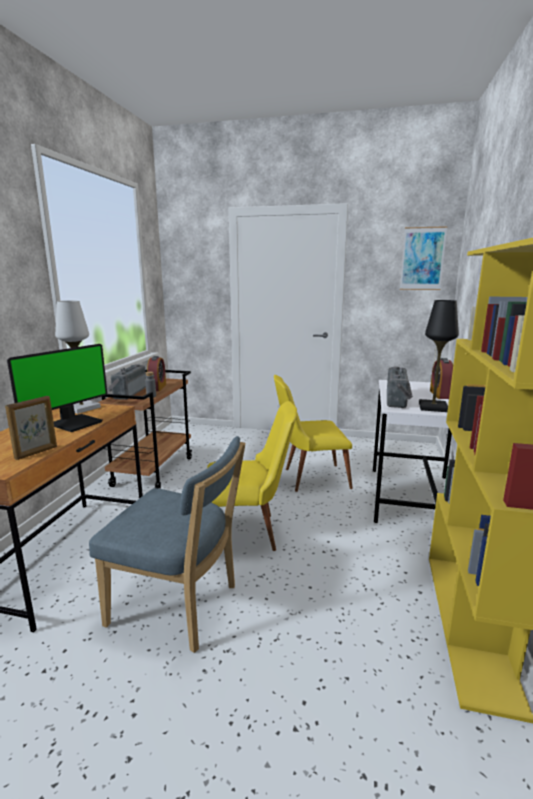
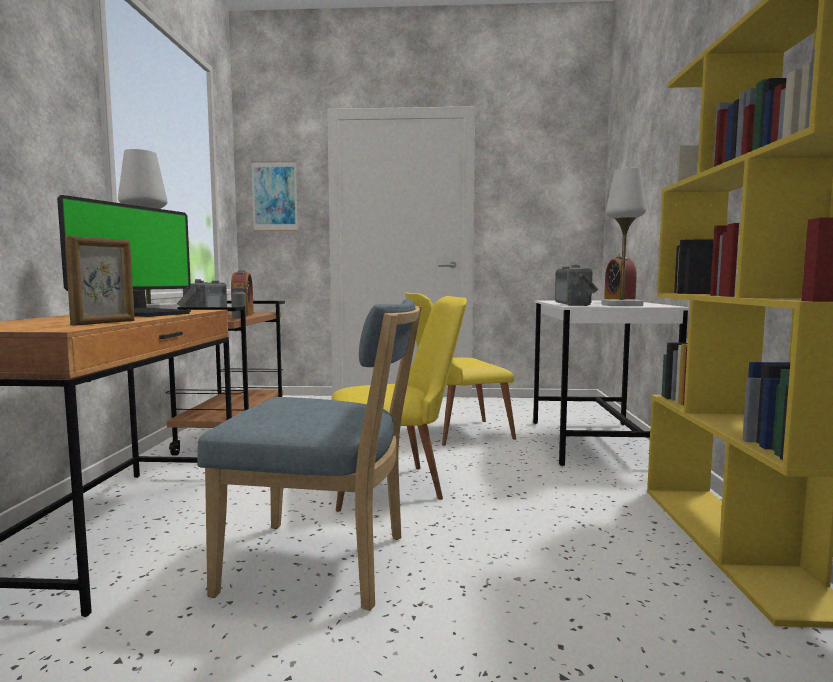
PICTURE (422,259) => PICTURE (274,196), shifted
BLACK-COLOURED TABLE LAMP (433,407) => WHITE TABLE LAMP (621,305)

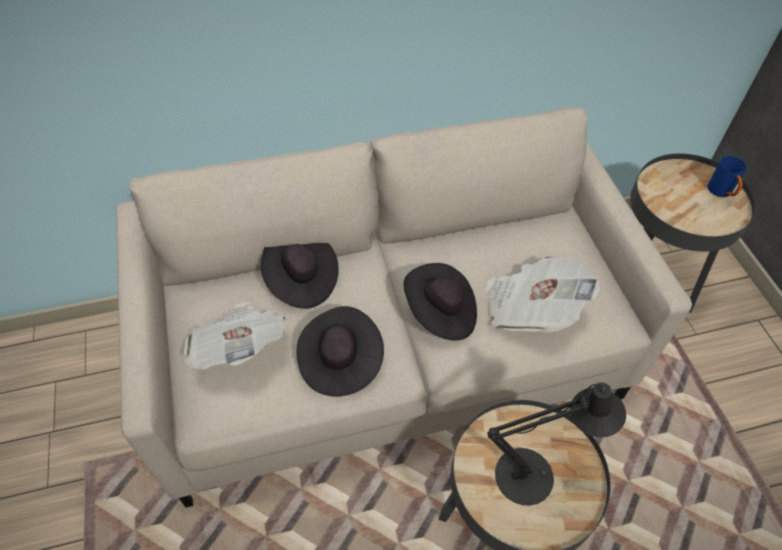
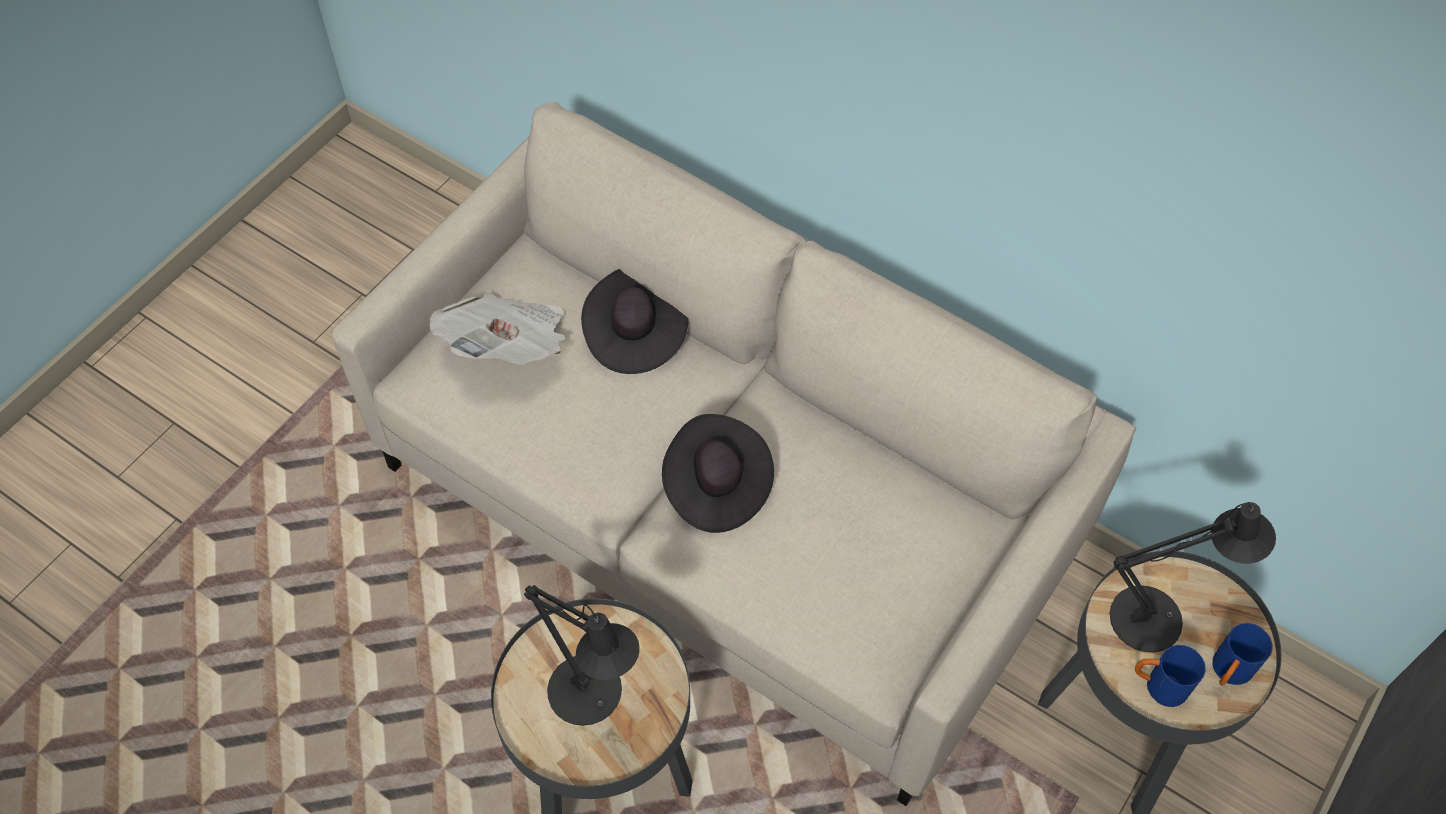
nothing => BLACK-COLOURED TABLE LAMP (1157,618)
nothing => BLUISH TEA MUG (1158,685)
BLACK-COLOURED HAT (340,362) => nothing
NEWSPAPER (531,308) => nothing

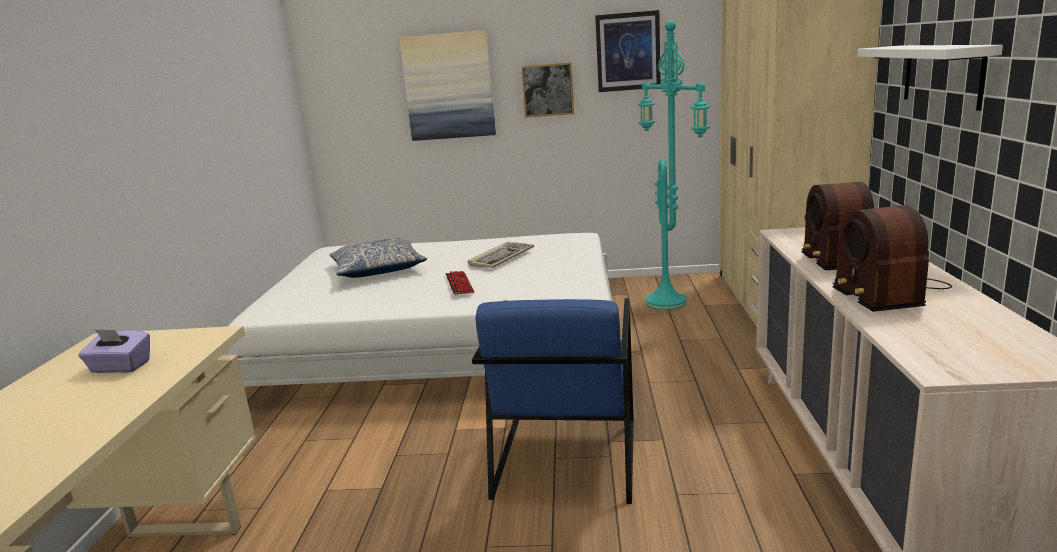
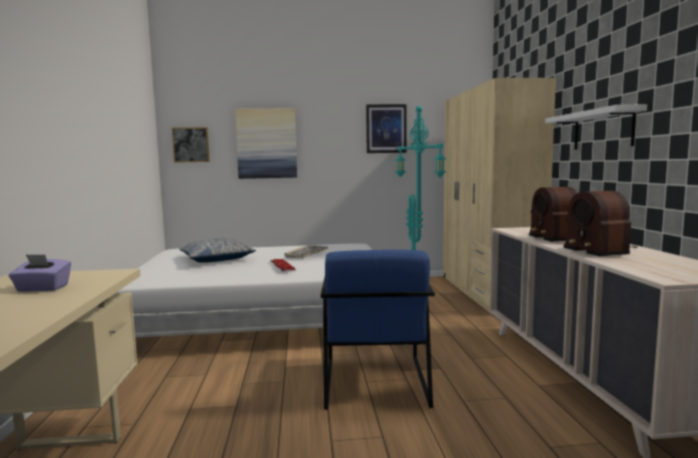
PICTURE (547,90) => PICTURE (191,145), shifted

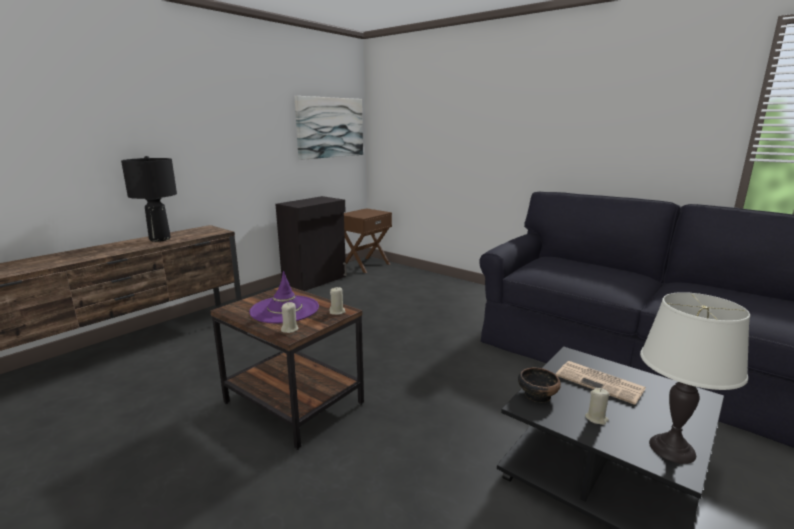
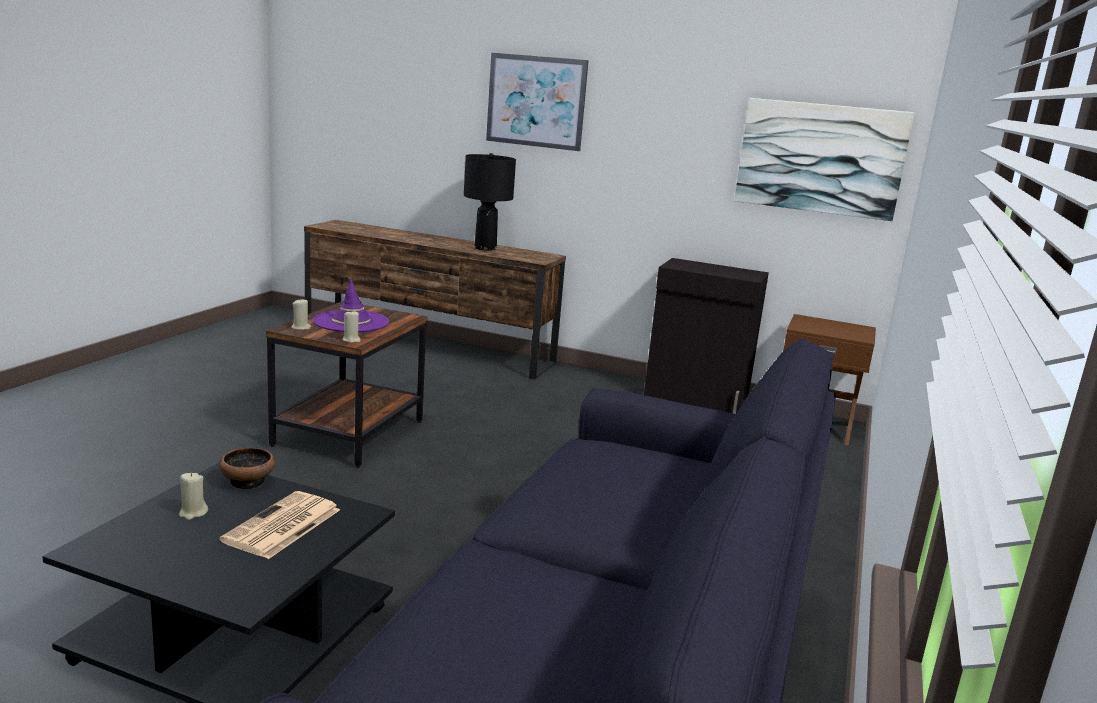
nothing => PICTURE (536,101)
WHITE TABLE LAMP (671,449) => nothing

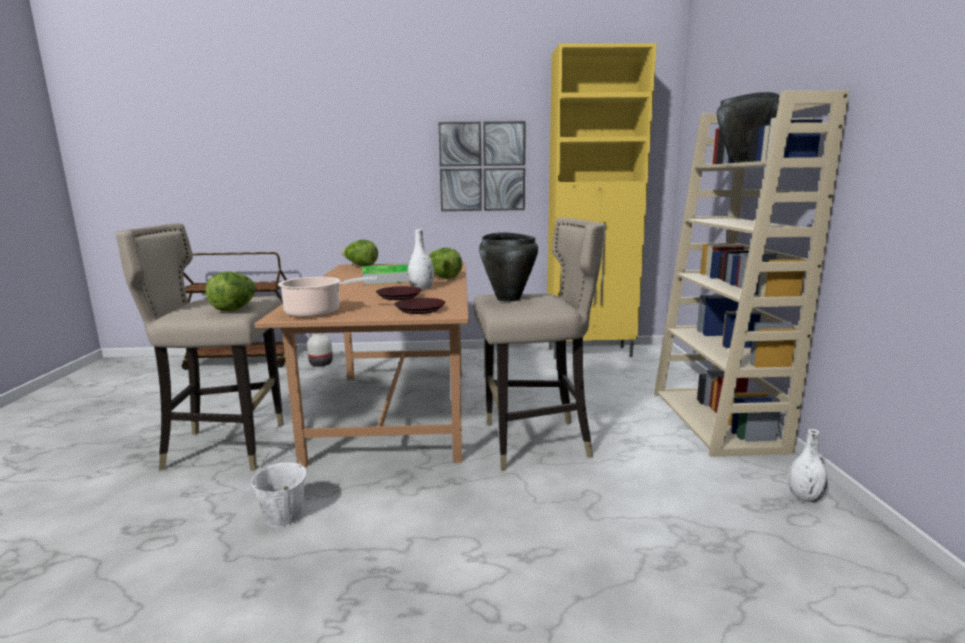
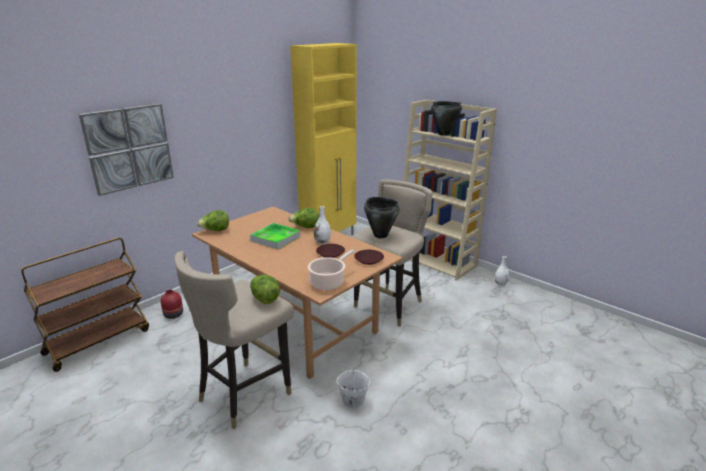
PICTURE (482,167) => PICTURE (129,148), shifted
WHITE VASE (321,363) => RED-COLOURED VASE (174,314)

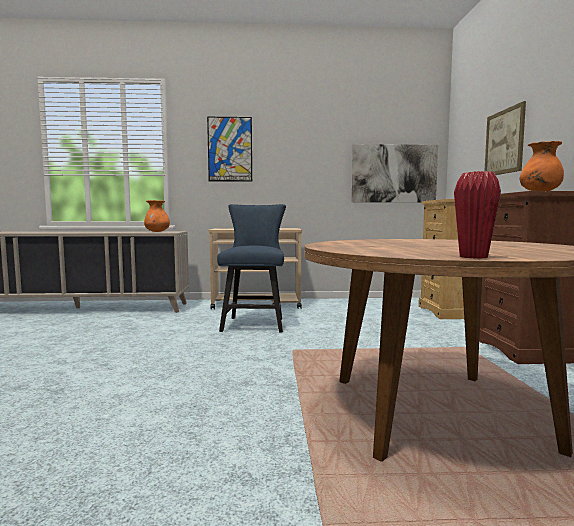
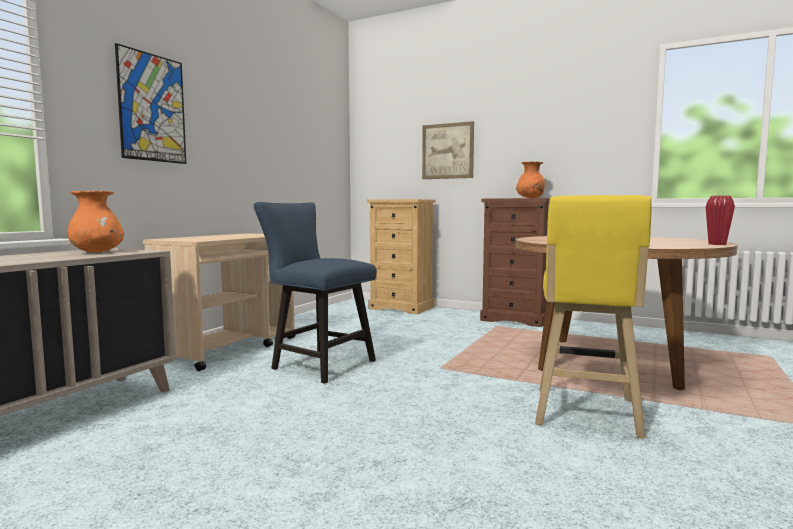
nothing => YELLOW STOOL SEAT (585,414)
PICTURE (394,173) => nothing

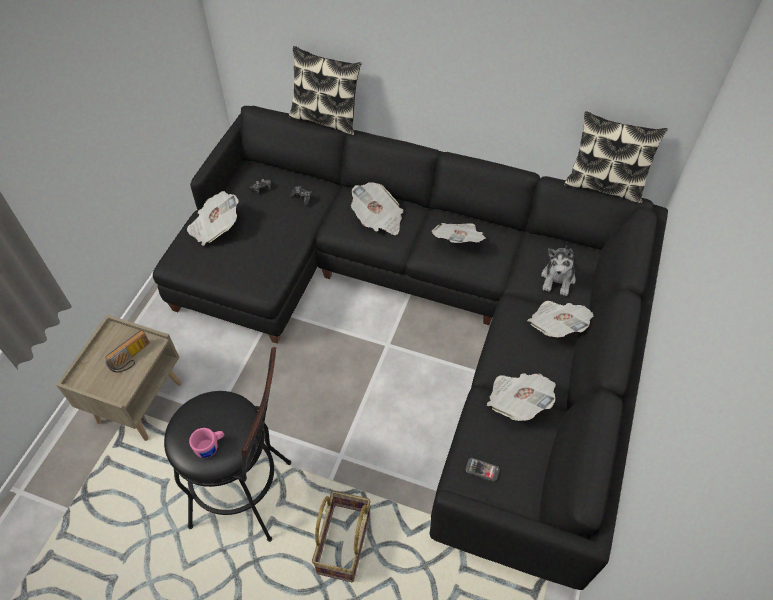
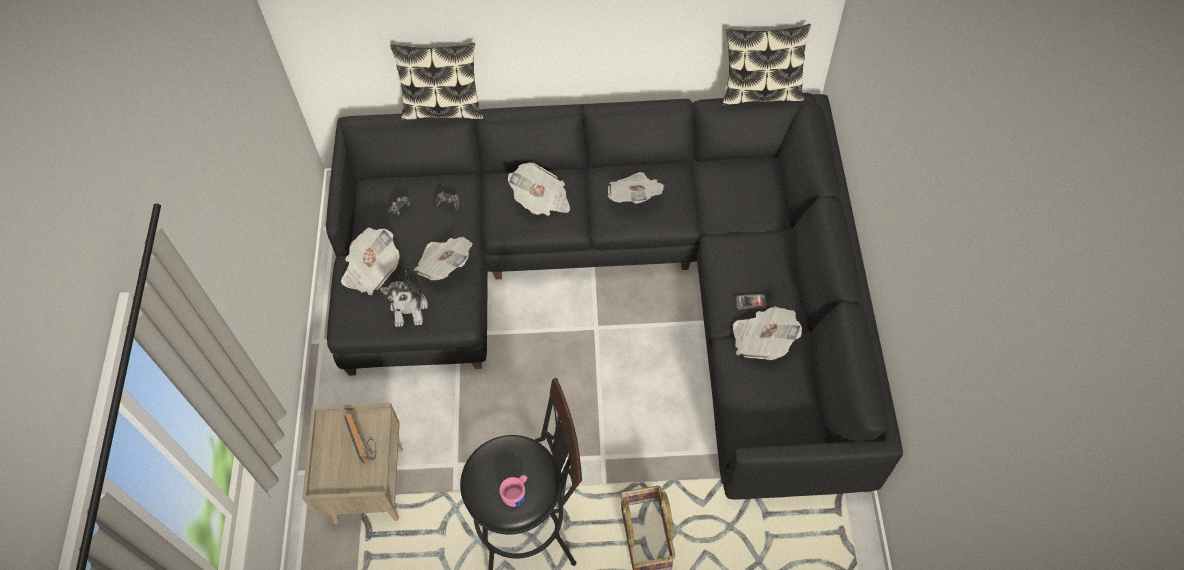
RADIO SET (131,358) => RADIO SET (364,442), 45 degrees counterclockwise
CUDDLY TOY (558,279) => CUDDLY TOY (409,308), shifted
NEWSPAPER (556,326) => NEWSPAPER (445,265), shifted
HANDSET (482,470) => HANDSET (750,302), shifted

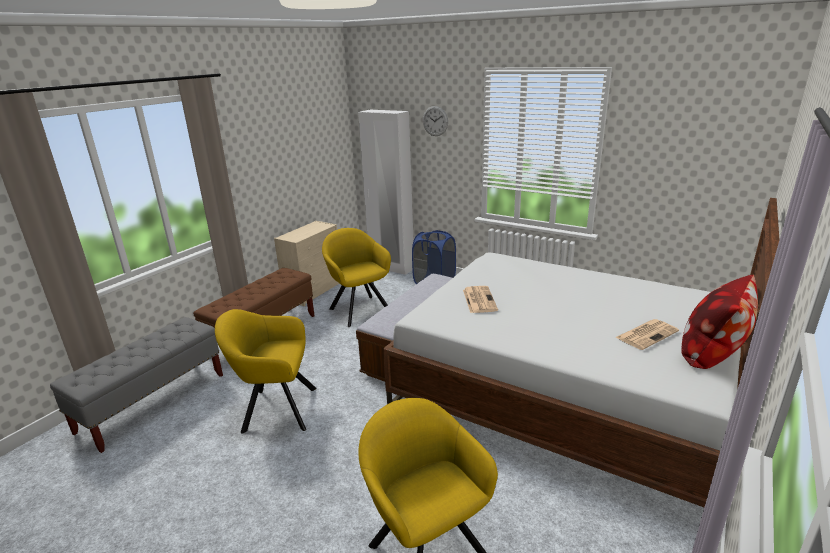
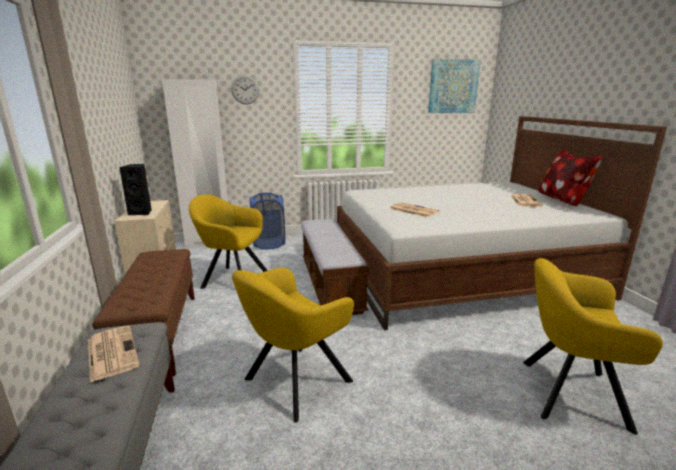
nothing => NEWSPAPER (111,352)
nothing => BLACK-COLOURED AUDIO SPEAKER (141,212)
nothing => PICTURE (453,86)

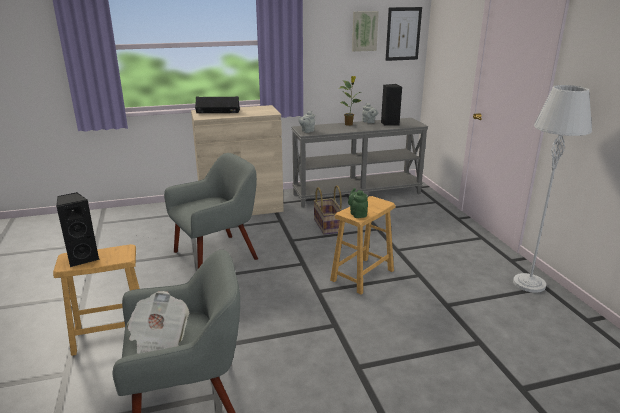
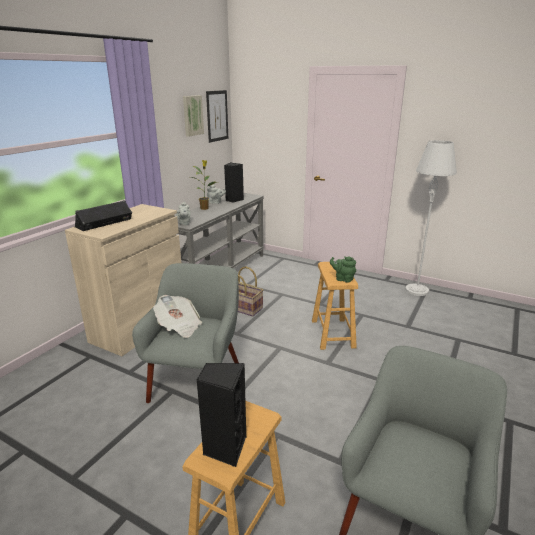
NEWSPAPER (159,339) => NEWSPAPER (179,326), shifted

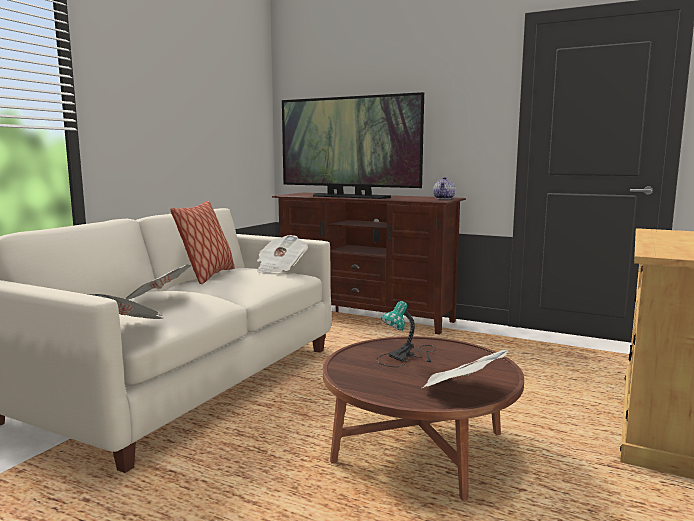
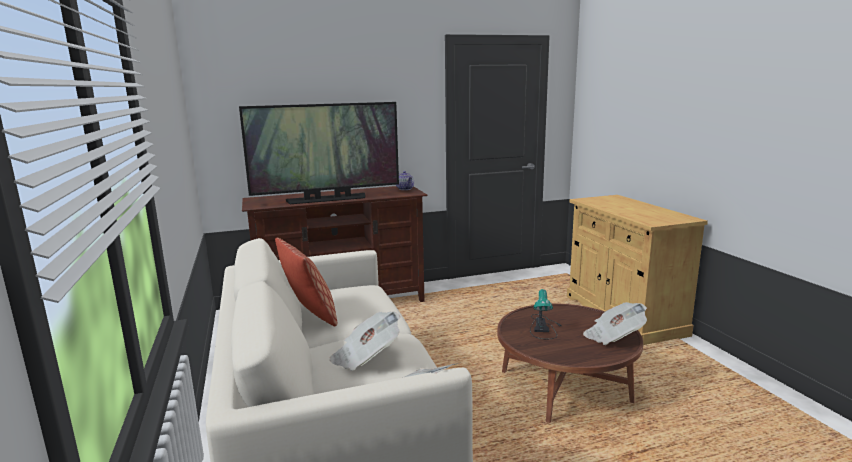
NEWSPAPER (280,269) => nothing

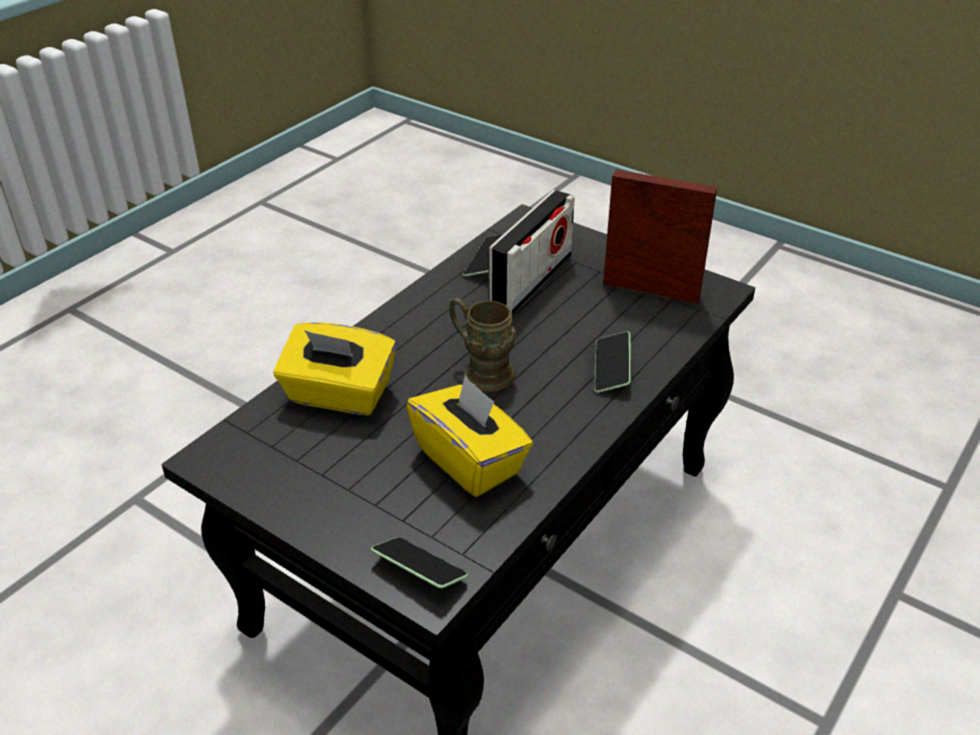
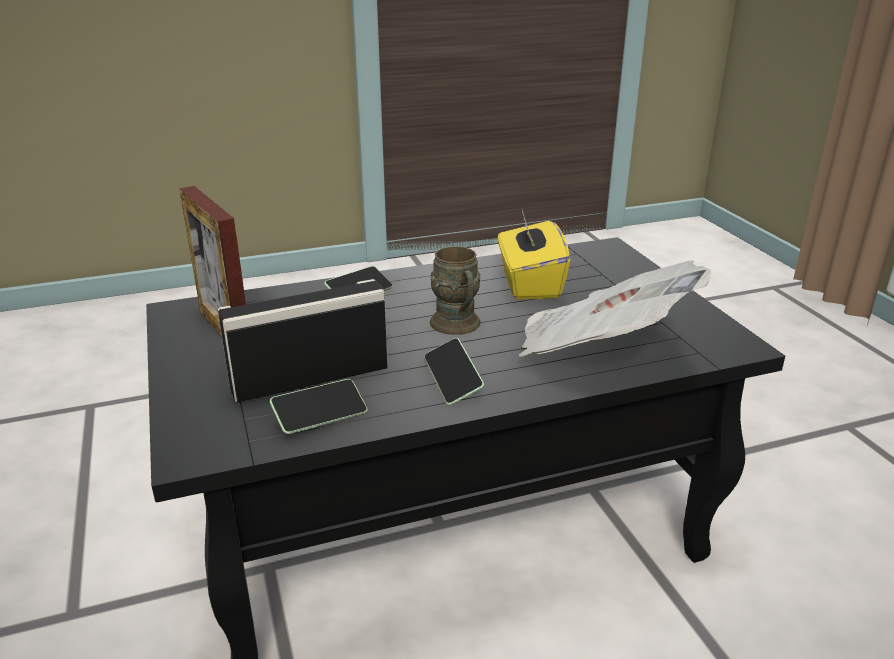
HANDSET (419,571) => HANDSET (452,381), shifted
YELLOW BOX OF TISSUES (339,395) => NEWSPAPER (599,350)

